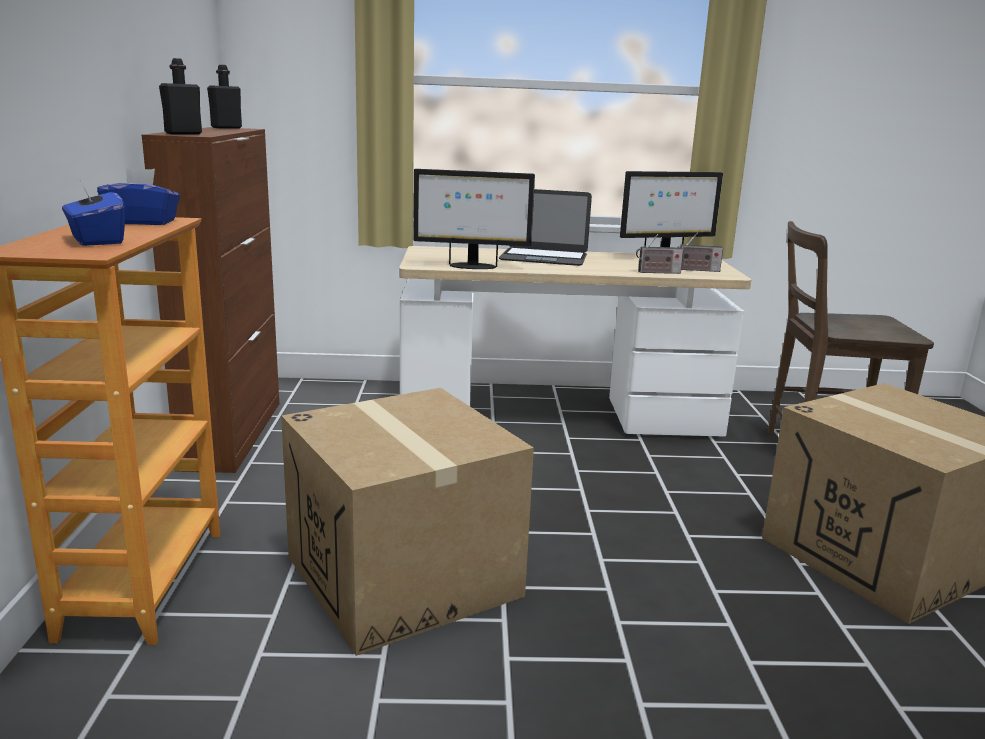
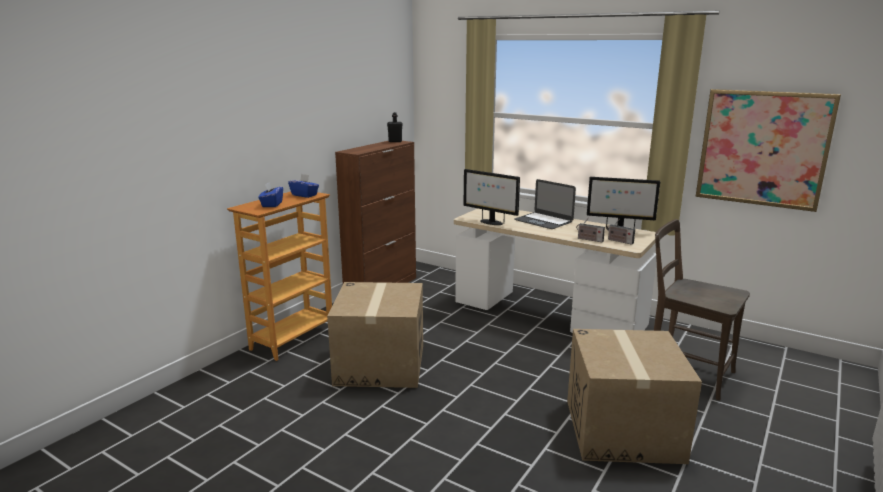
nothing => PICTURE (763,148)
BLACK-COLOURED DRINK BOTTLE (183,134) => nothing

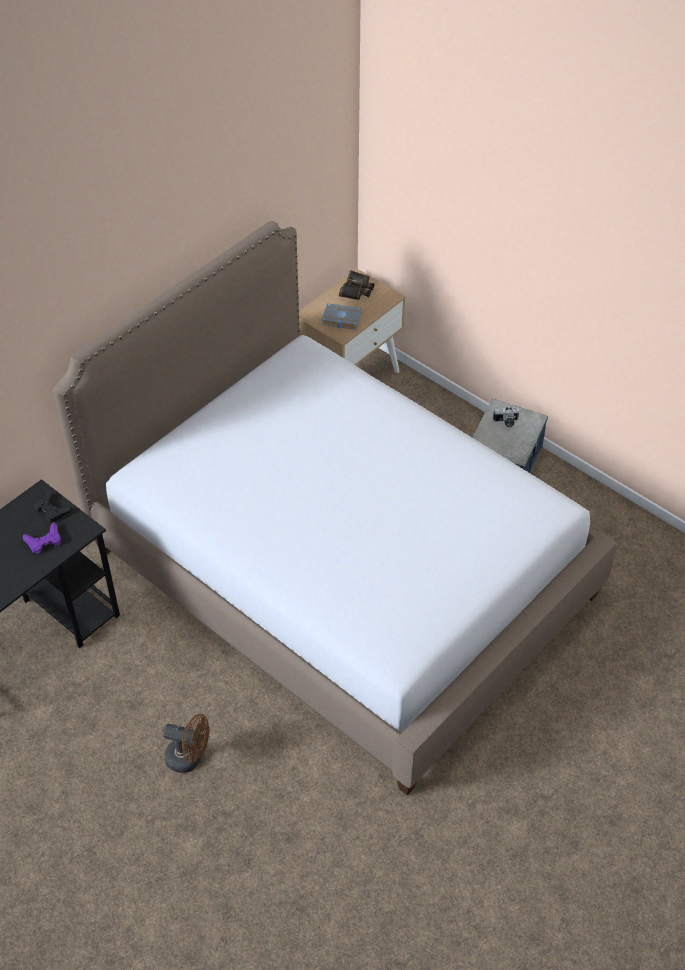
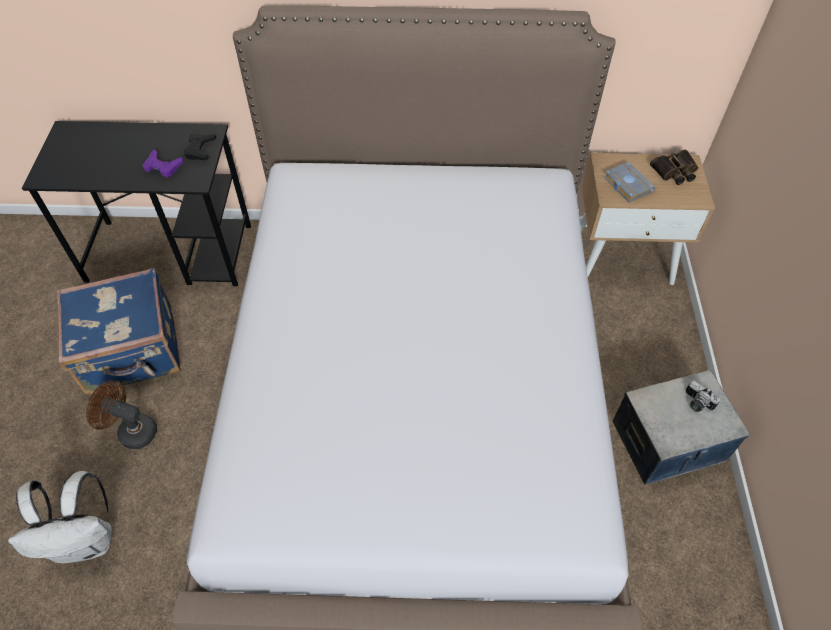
nothing => WHITE RUCKSACK (87,541)
nothing => BLUISH SUITCASE (133,353)
BROWN ELECTRIC FAN (189,758) => BROWN ELECTRIC FAN (132,431), 135 degrees clockwise

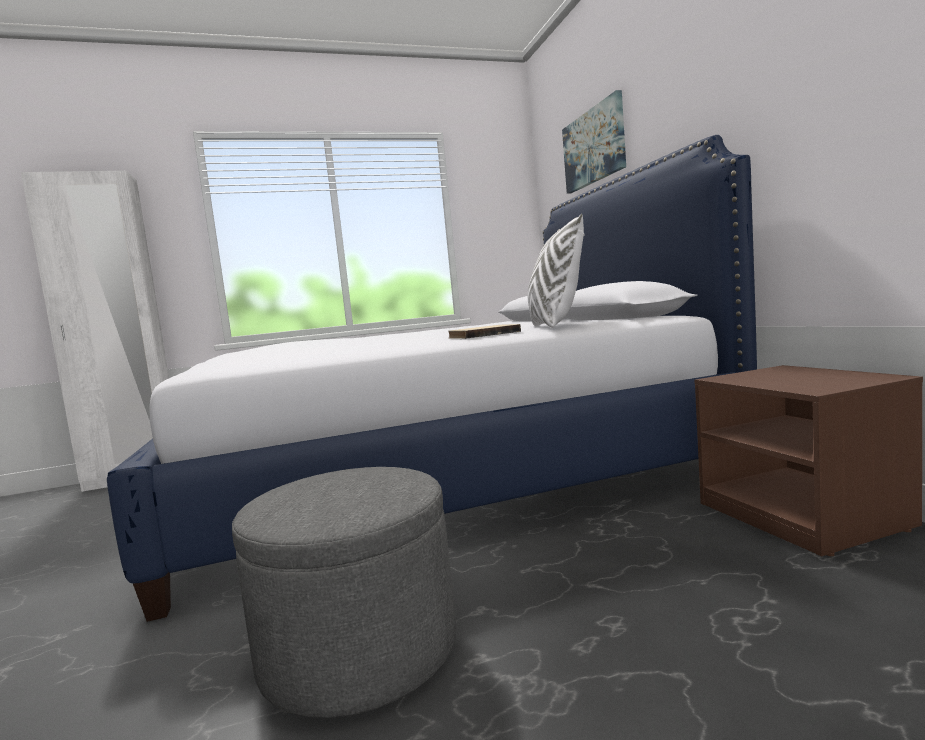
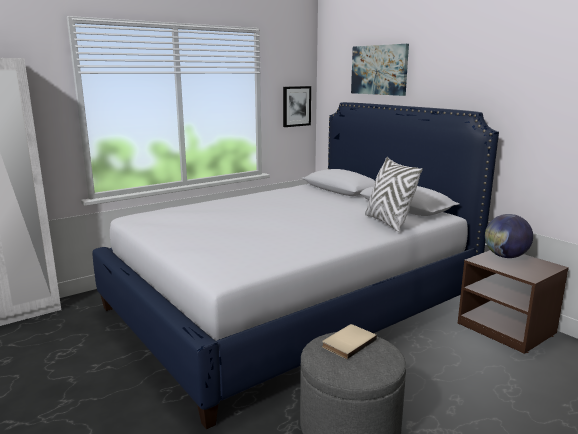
nothing => PICTURE (296,106)
BEIGE-COLOURED BOOK (482,335) => BEIGE-COLOURED BOOK (347,342), shifted
nothing => DESK GLOBE (505,256)

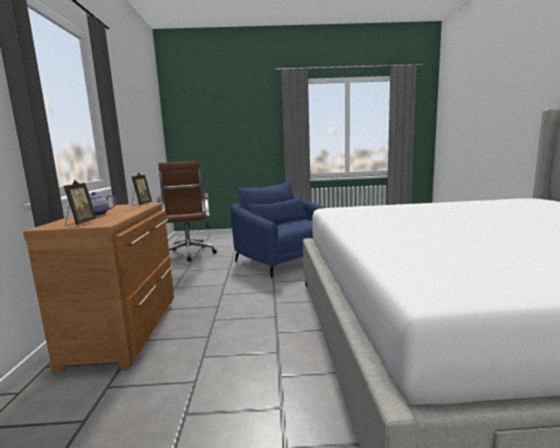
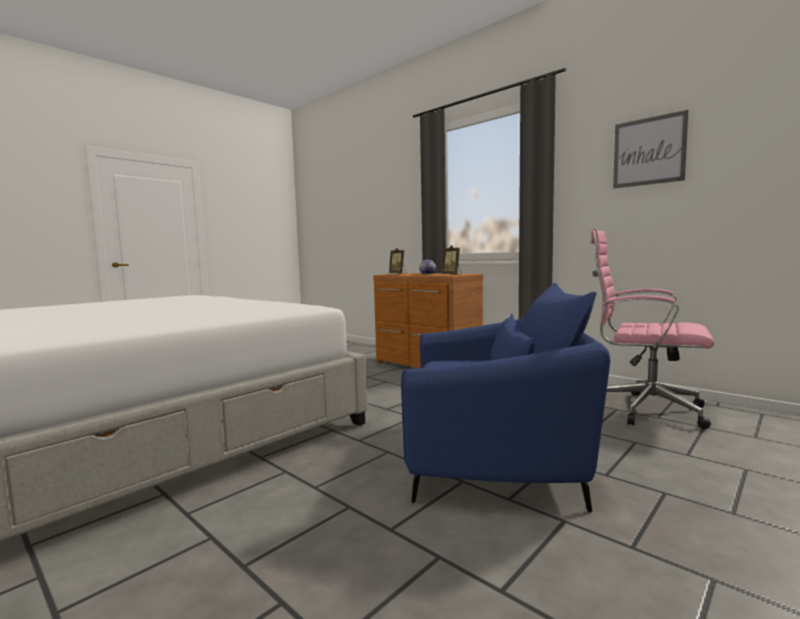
BROWN DESK CHAIR (189,255) => PINK DESK CHAIR (643,409)
nothing => PICTURE (649,151)

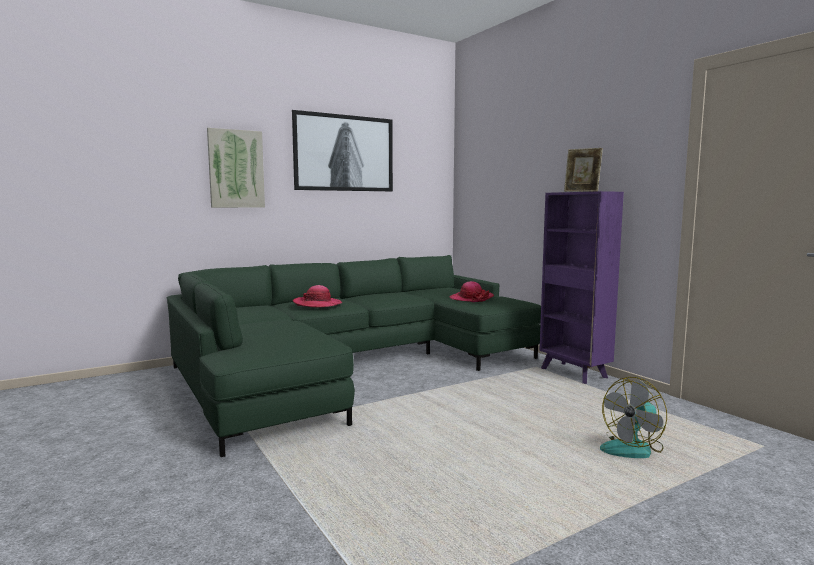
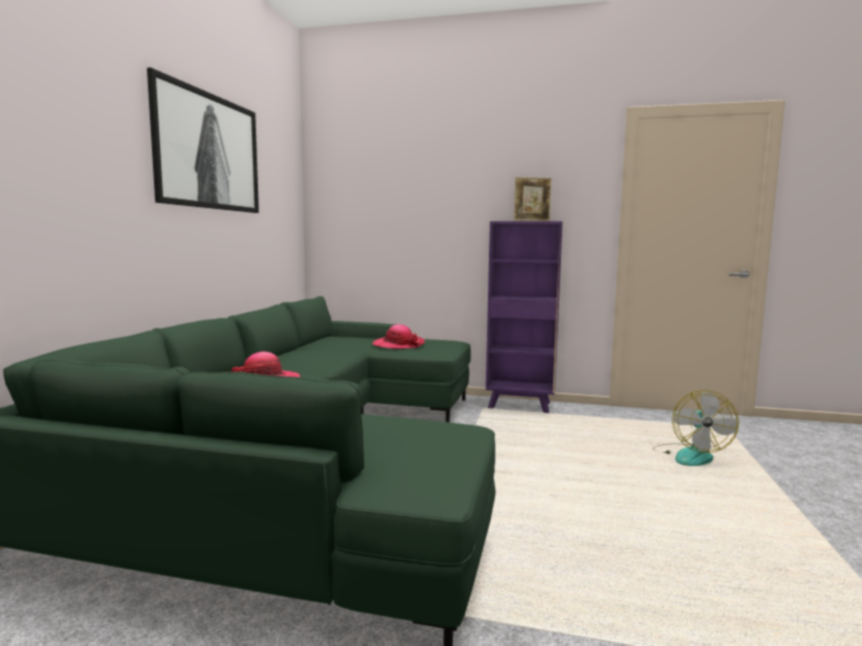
PICTURE (236,169) => nothing

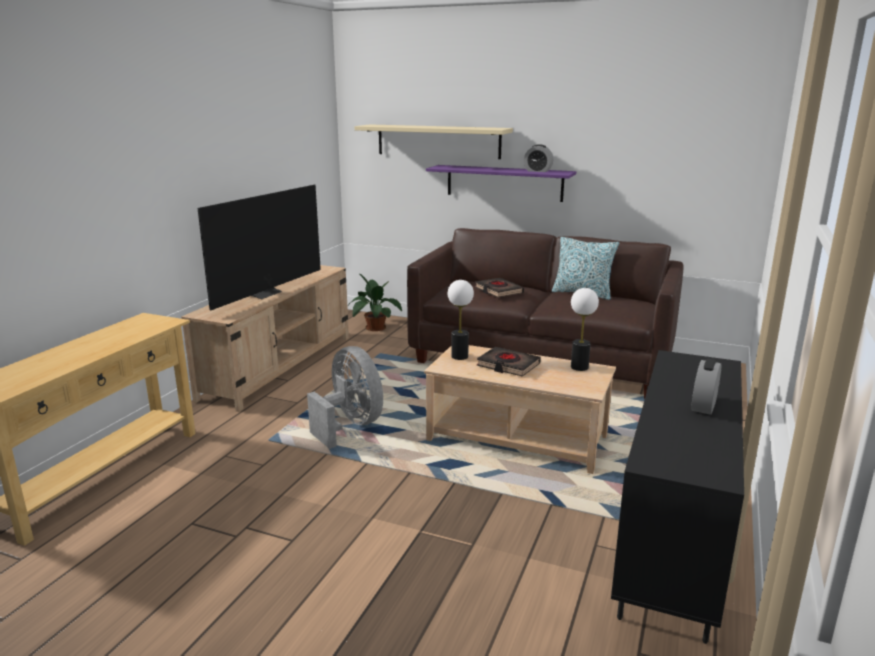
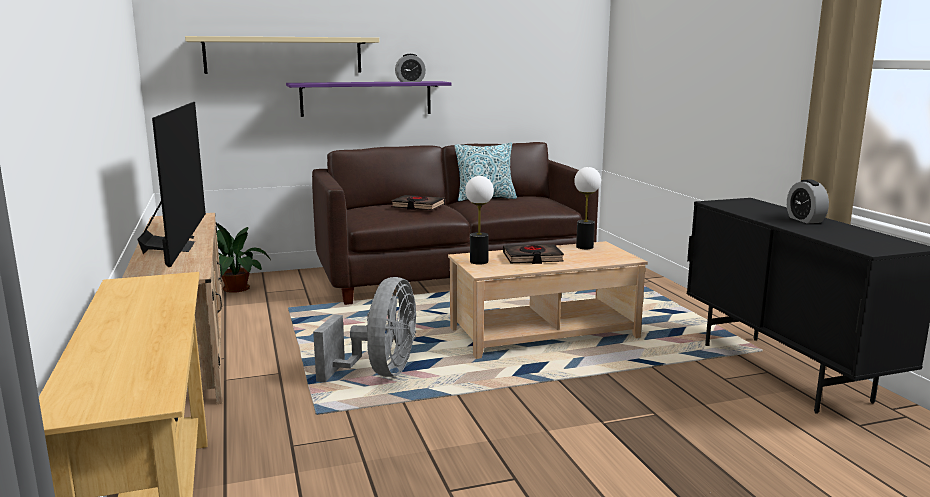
GREY ELECTRIC FAN (350,425) => GREY ELECTRIC FAN (380,372), 90 degrees clockwise

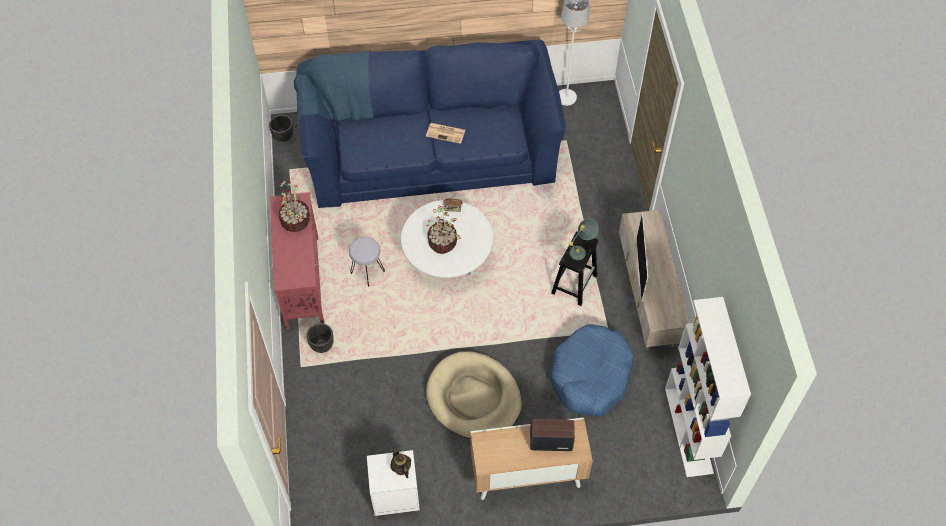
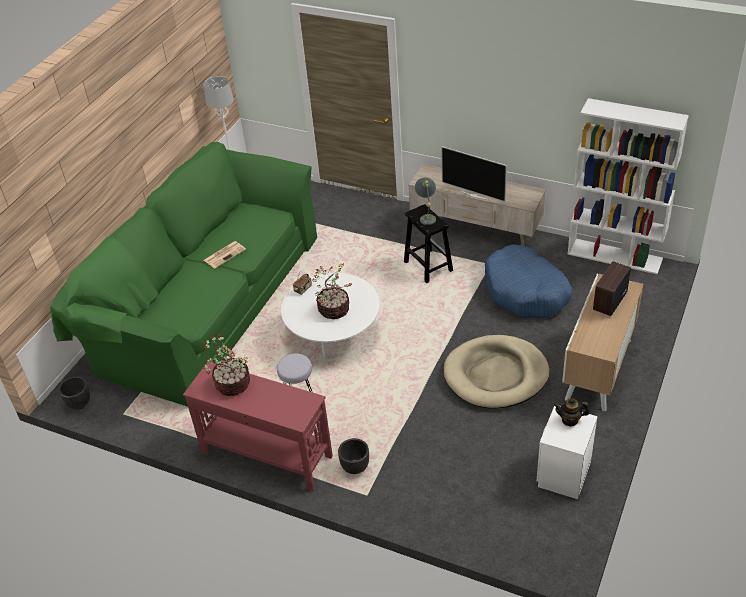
BLUISH SOFA (429,149) => GREENISH SOFA (205,302)

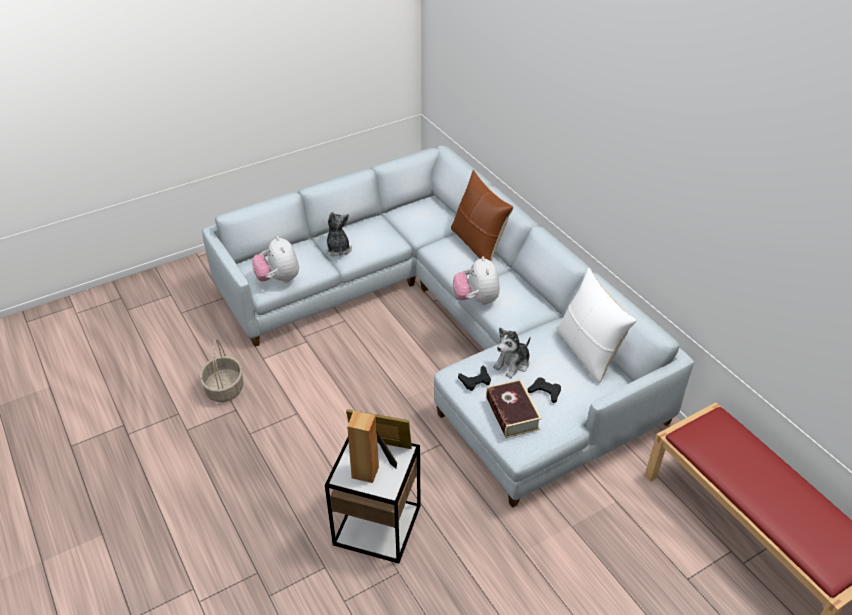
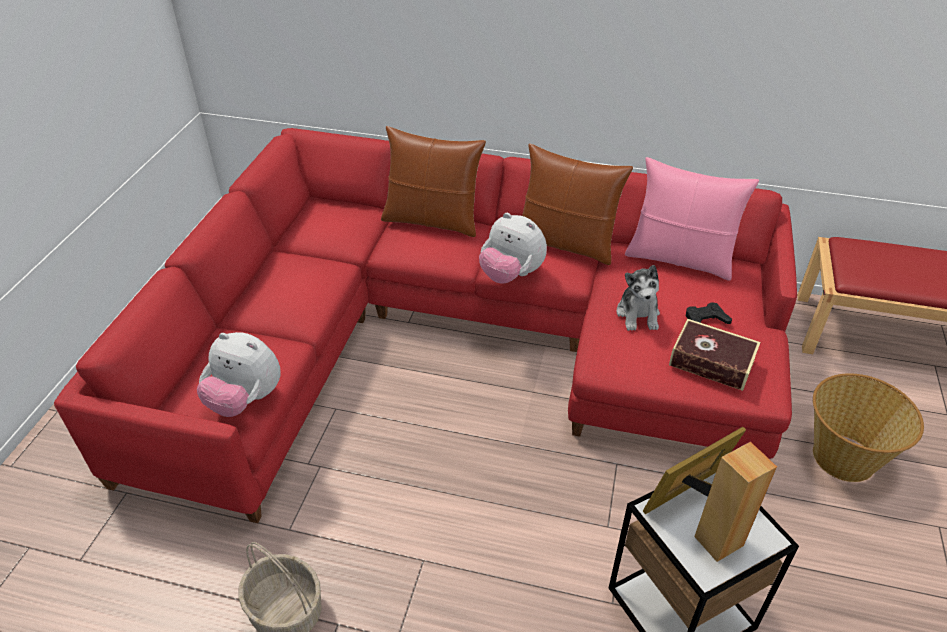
GREY SOFA (448,325) => RED-COLOURED SOFA (457,336)
nothing => BROWN CUSHION (565,244)
WHITE CUSHION (587,352) => PINK CUSHION (679,259)
nothing => BASKET (844,456)
CUDDLY TOY (338,249) => nothing
BLACK-COLOURED GAMEPAD (475,381) => nothing

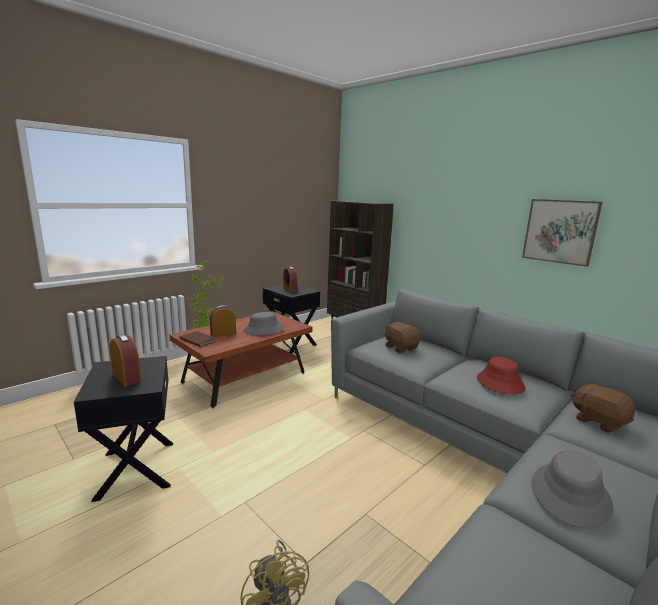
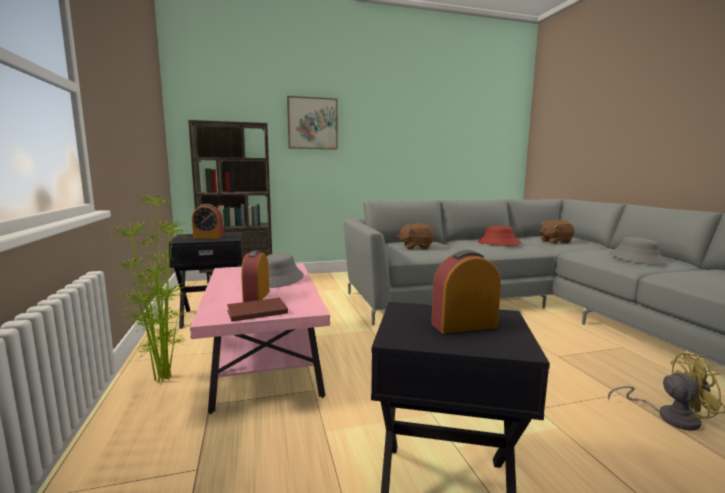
BROWN COFFEE TABLE (245,378) => PINK COFFEE TABLE (265,360)
PICTURE (560,231) => PICTURE (312,123), shifted

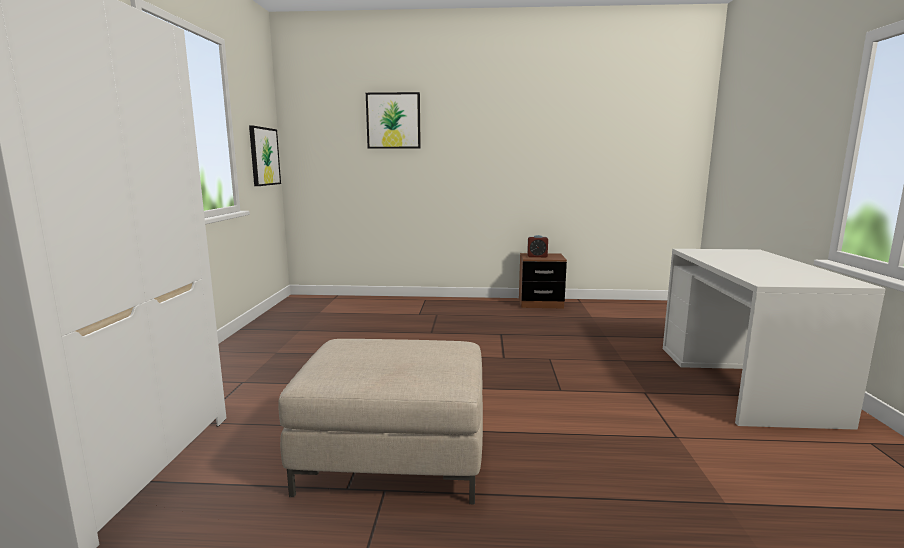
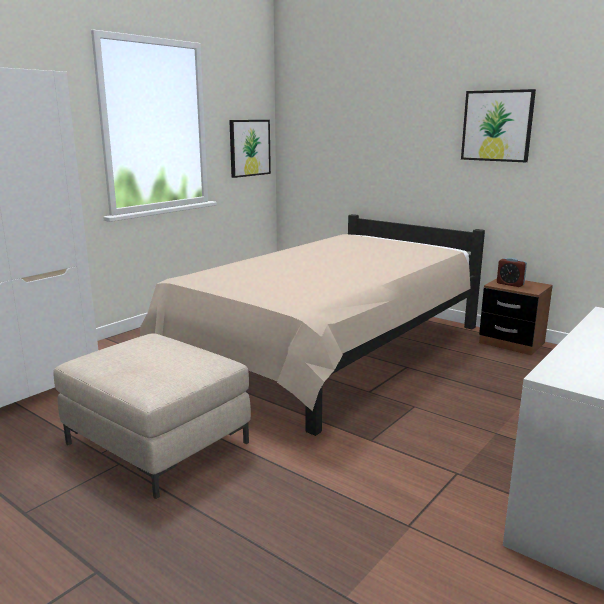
nothing => BEIGE-COLOURED BEDROOM BED (330,353)
PICTURE (393,121) => PICTURE (497,126), shifted

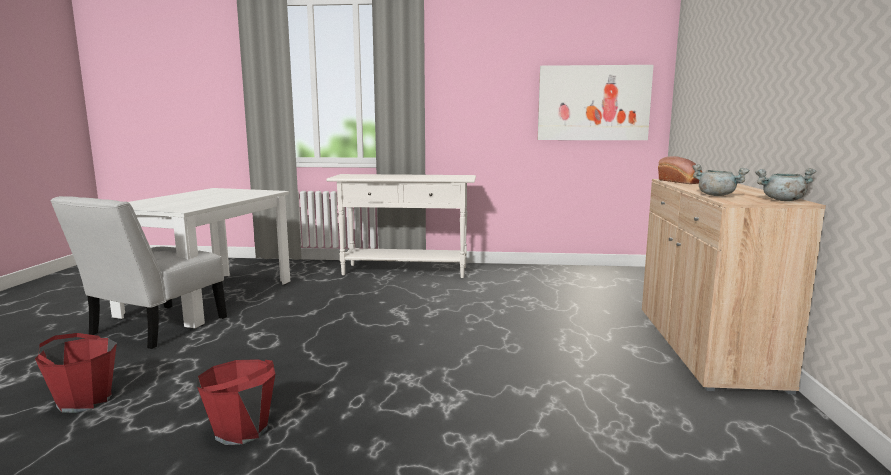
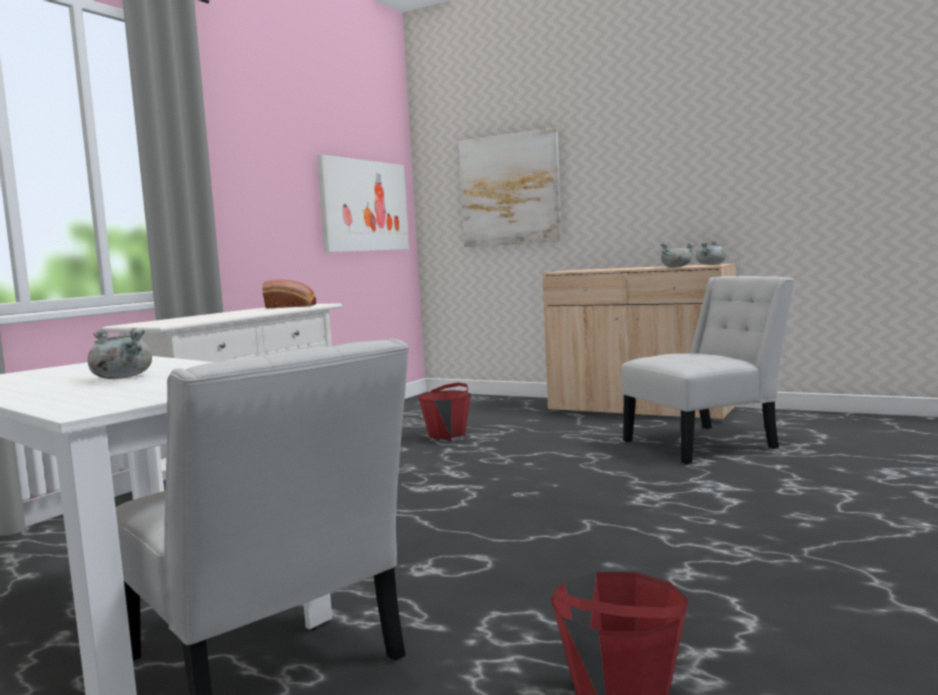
nothing => GREY STOCKPOT (120,378)
BAKERY BREAD (681,182) => BAKERY BREAD (292,306), shifted
RED-COLOURED BUCKET (241,430) => RED-COLOURED BUCKET (447,437), shifted
nothing => PICTURE (510,190)
nothing => WHITE UPRIGHT CHAIR (706,443)

